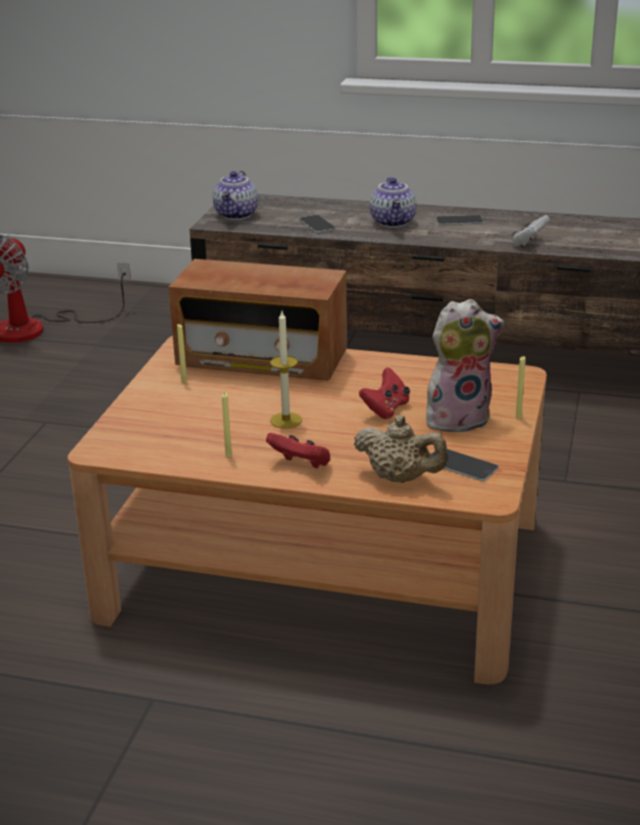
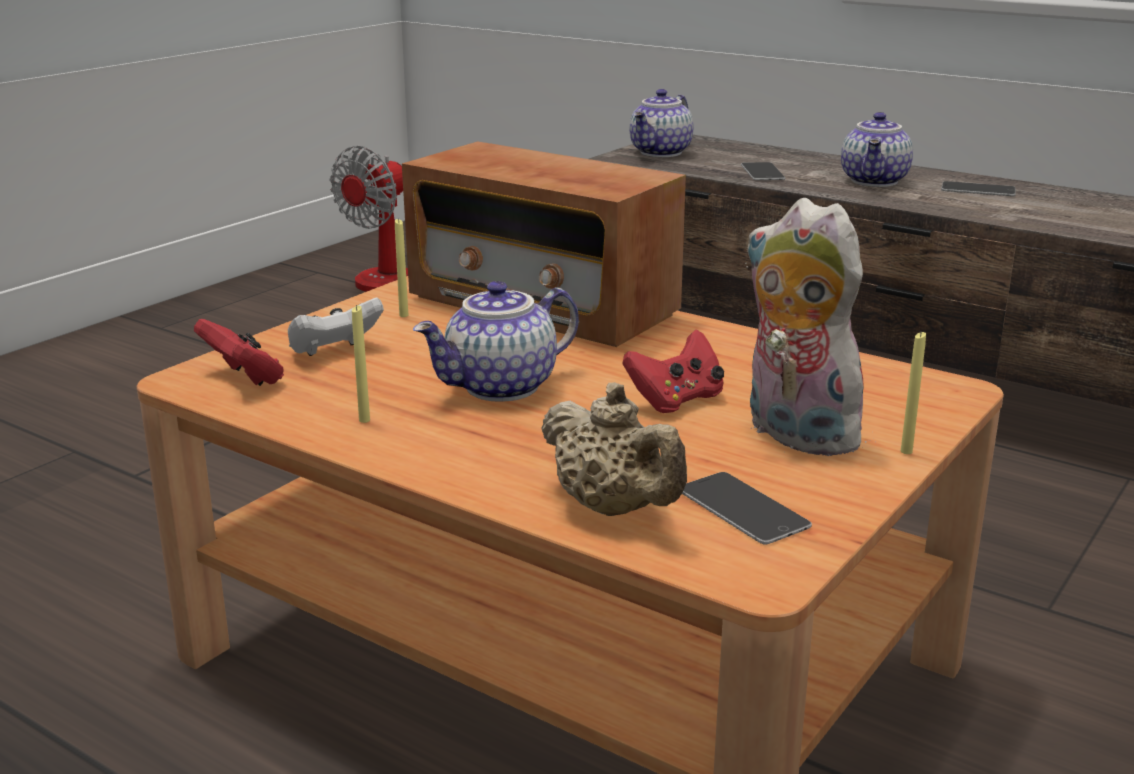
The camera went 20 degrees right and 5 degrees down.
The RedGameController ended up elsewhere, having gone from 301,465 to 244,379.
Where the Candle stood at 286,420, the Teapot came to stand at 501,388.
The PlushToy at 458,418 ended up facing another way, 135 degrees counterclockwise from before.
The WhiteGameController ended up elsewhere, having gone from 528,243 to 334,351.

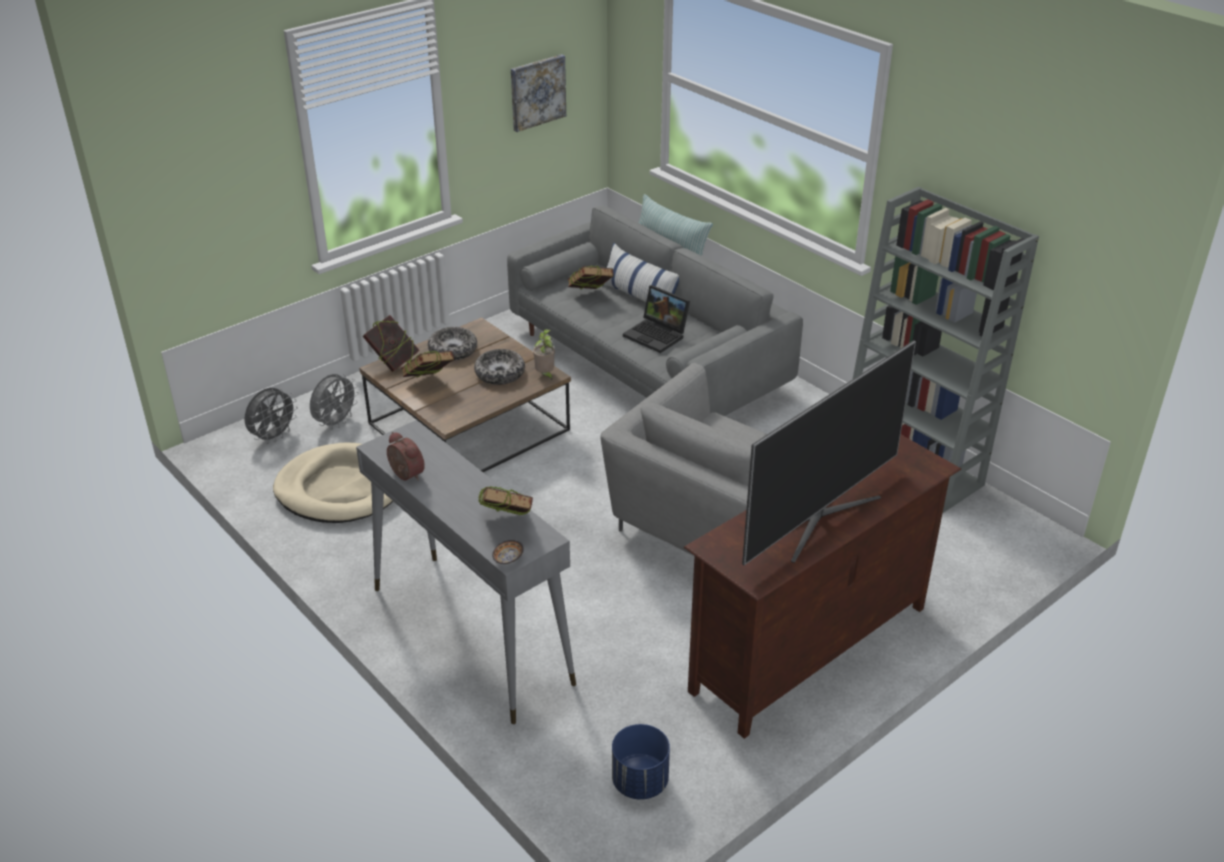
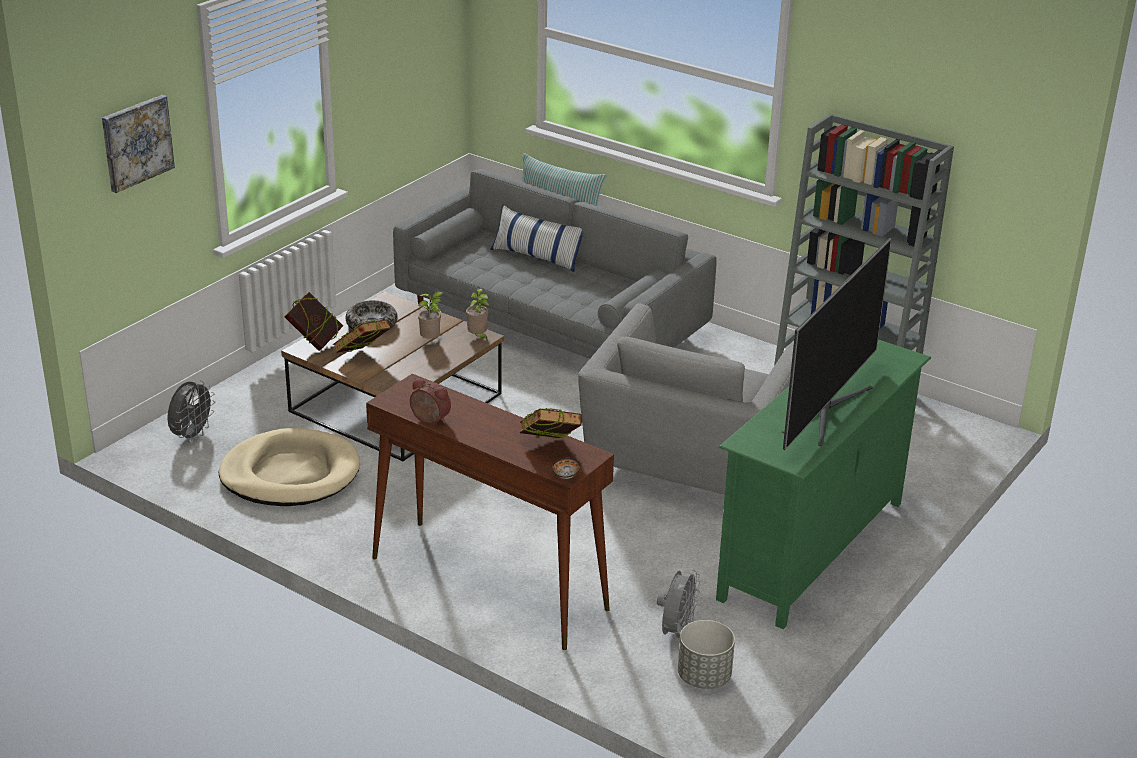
The camera went 15 degrees left and 5 degrees down.
The GreyFan ended up elsewhere, having gone from 336,423 to 676,632.
What was the GreyConsoleTable at 470,634 turned into the BrownConsoleTable at 487,583.
Where the Bowl stood at 500,374, the PottedPlant came to stand at 431,340.
The Picture ended up elsewhere, having gone from 537,92 to 136,142.
The second view lost the Book at 590,296.
What was the BluePlanter at 640,782 turned into the GreyPlanter at 704,677.
The second view lost the Laptop at 657,335.
What was the BrownTvStand at 810,650 turned into the GreenTvStand at 813,551.

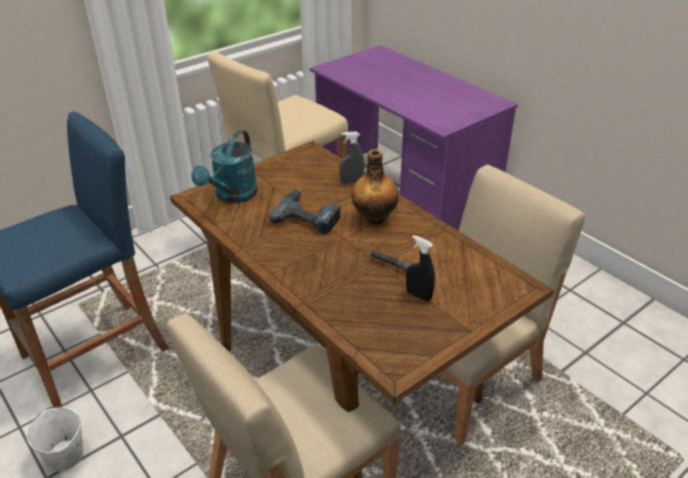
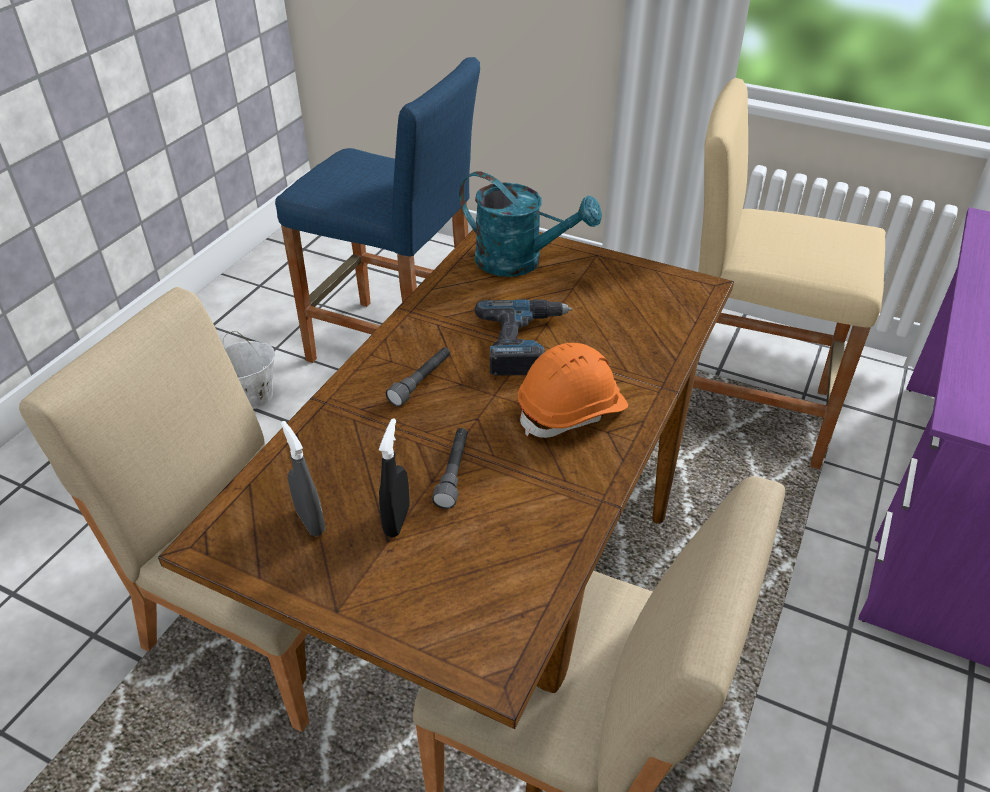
The camera went 65 degrees right and 5 degrees up.
The TurquoiseWateringCan at 232,196 ended up facing another way, 150 degrees counterclockwise from before.
The GreySprayBottle ended up elsewhere, having gone from 351,182 to 310,521.
Where the Bottle stood at 374,217, the OrangeHardHat came to stand at 572,411.
The second view gained the GreyFlashlight at 421,382.

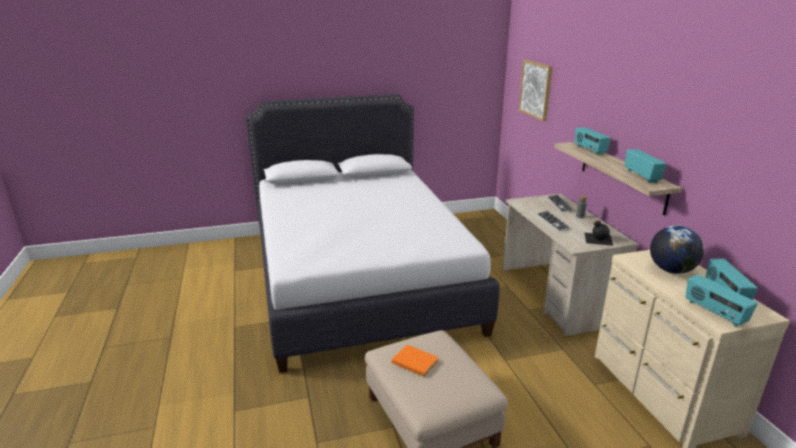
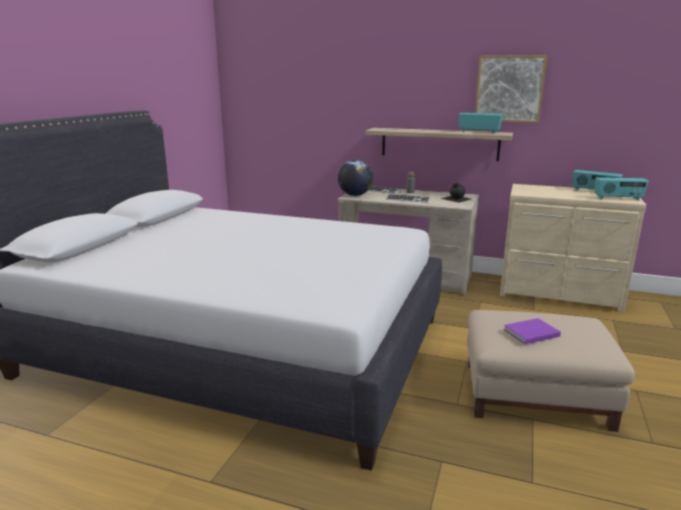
The camera went 55 degrees left and 5 degrees down.
What was the OrangeBook at 414,361 turned into the PurpleBook at 530,333.
The Picture ended up elsewhere, having gone from 536,89 to 509,89.
The second view lost the Radio at 589,150.
The Globe ended up elsewhere, having gone from 671,270 to 355,195.

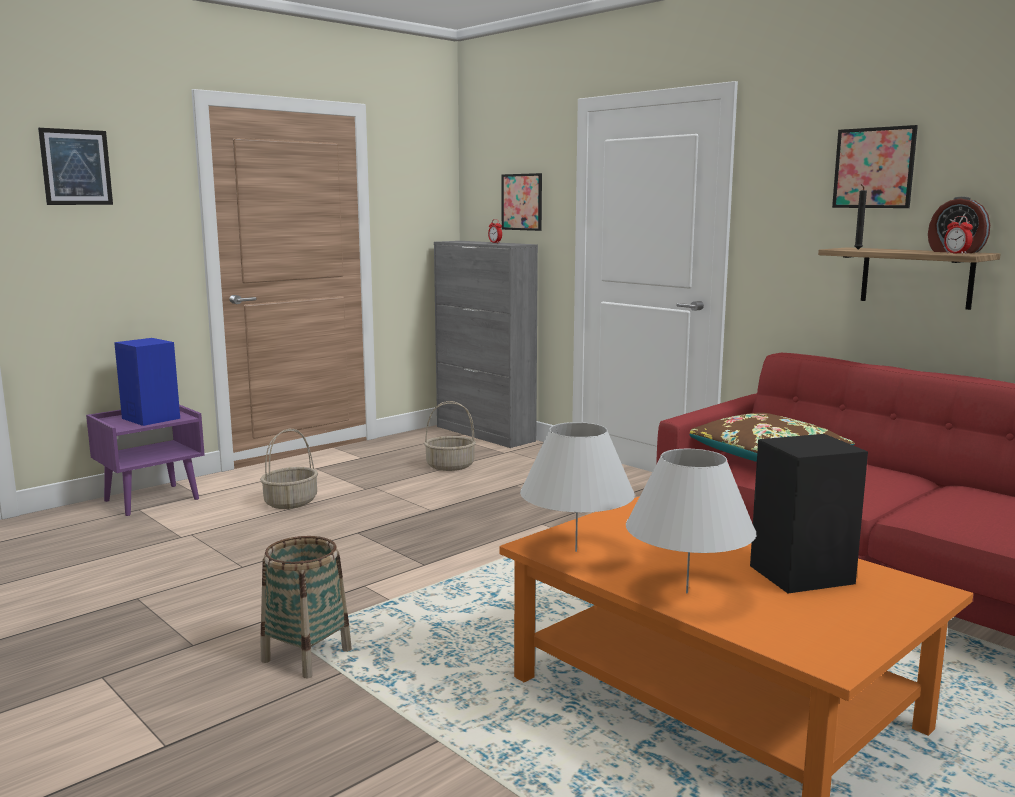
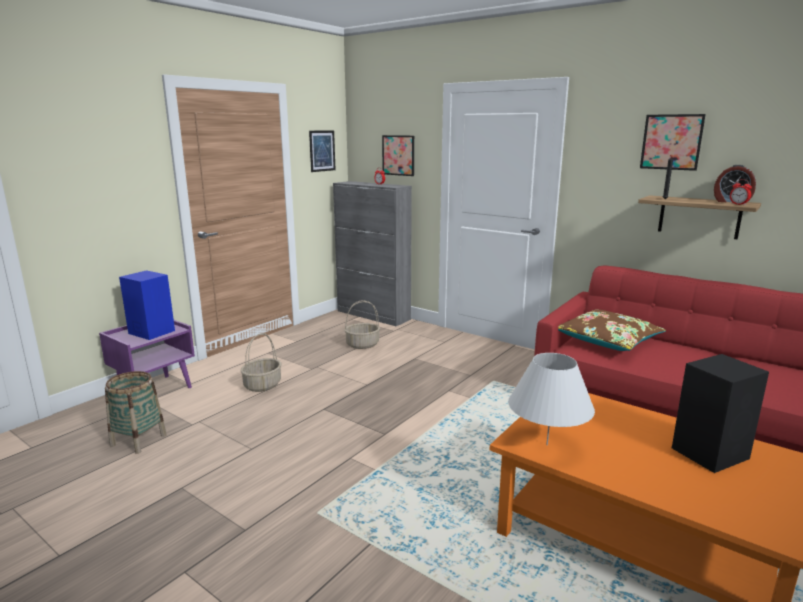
The camera went 10 degrees left and 5 degrees up.
The Picture ended up elsewhere, having gone from 76,167 to 322,151.
The Basket ended up elsewhere, having gone from 306,656 to 138,440.
The second view lost the WhiteTableLamp at 687,593.

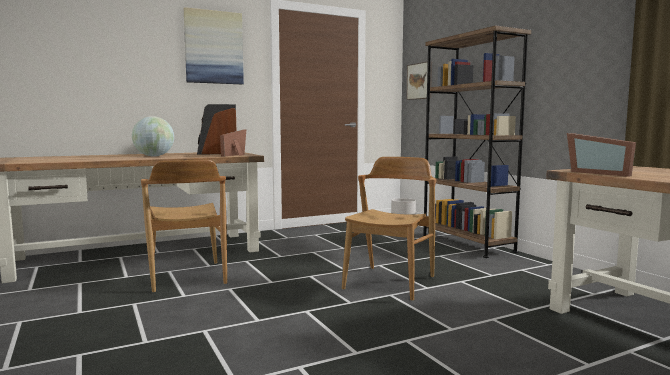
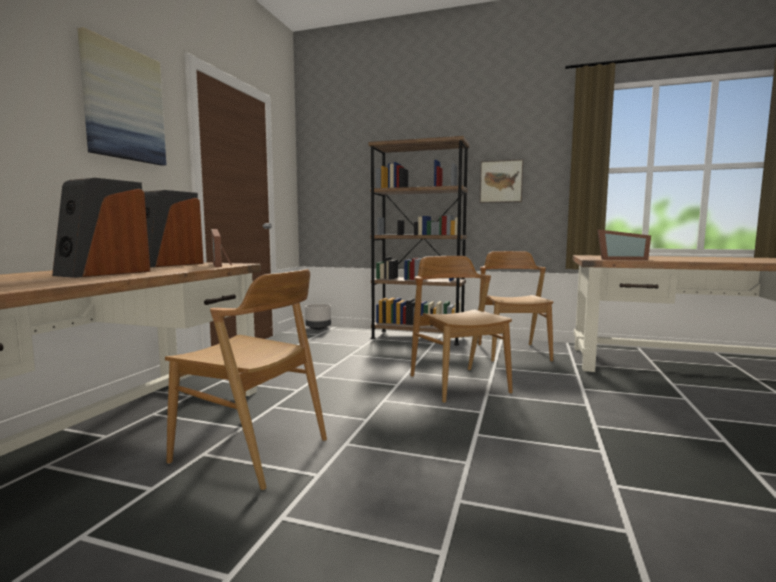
The camera went 45 degrees left and 0 degrees up.
Where the Globe stood at 154,156, the Speaker came to stand at 103,273.
The Picture ended up elsewhere, having gone from 420,81 to 501,181.
The second view gained the BrownChair at 513,352.

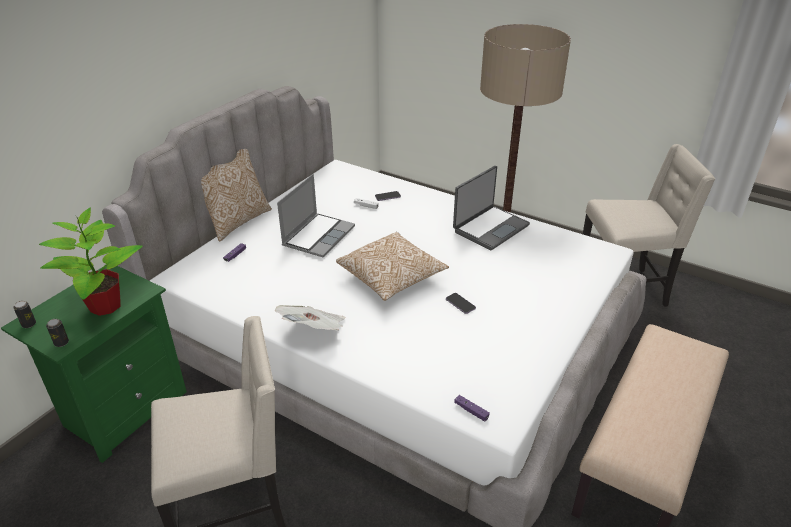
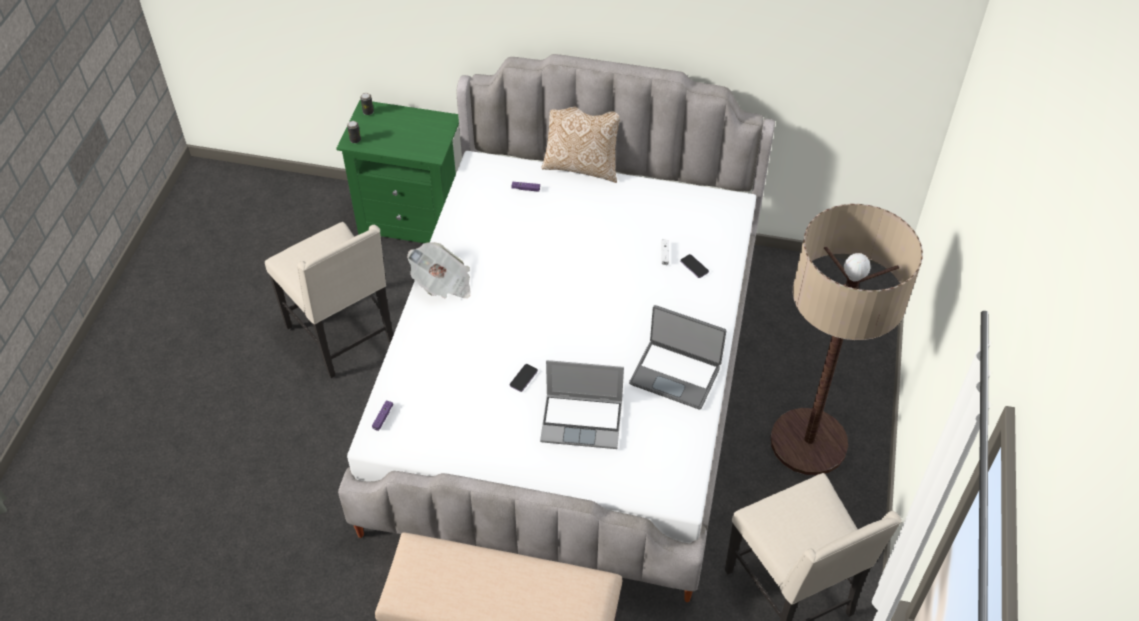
The camera went 70 degrees right and 15 degrees up.
The second view lost the PottedPlant at 104,306.
The Laptop ended up elsewhere, having gone from 318,236 to 583,421.
The second view lost the Pillow at 391,277.

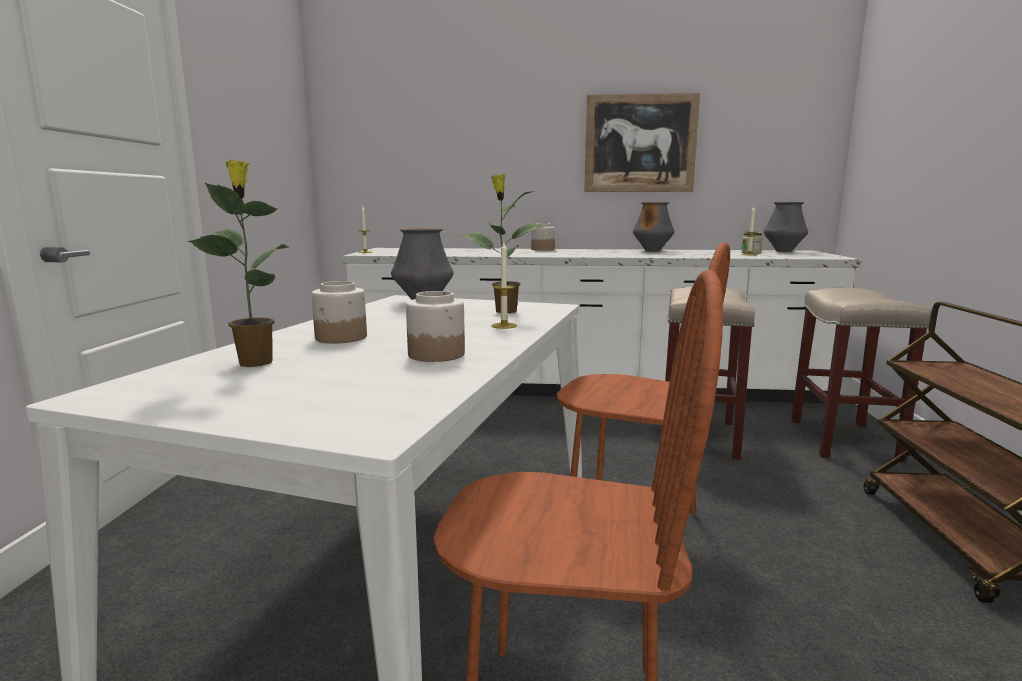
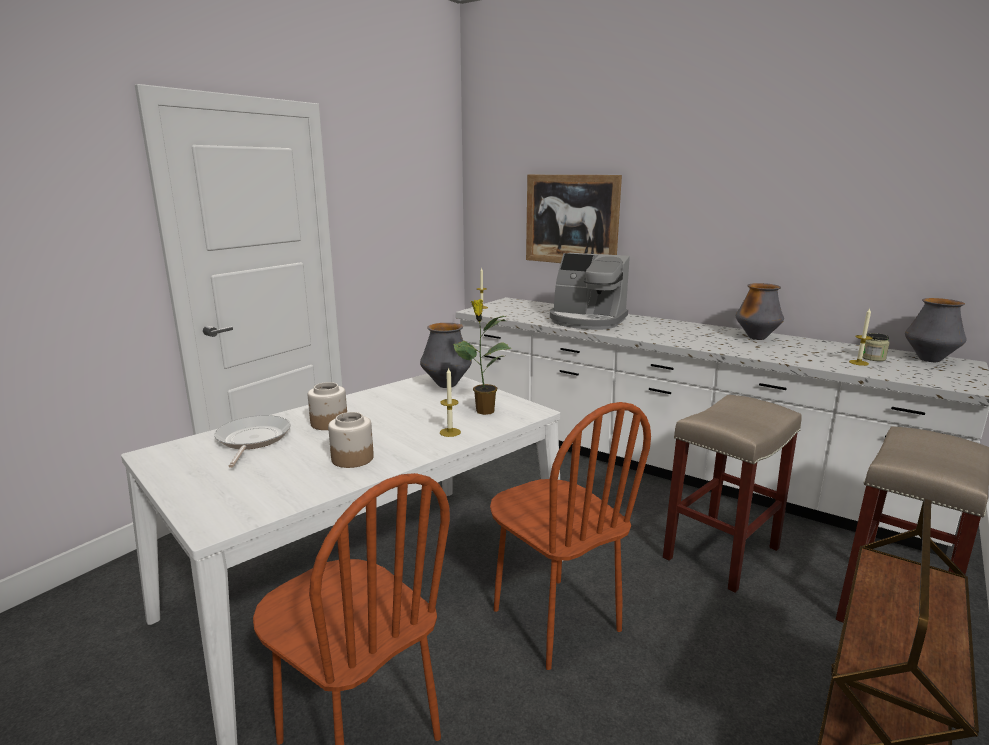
The camera went 30 degrees right and 5 degrees up.
Where the PottedPlant stood at 256,362, the FryingPan came to stand at 252,440.
The second view lost the Jar at 542,249.
The Picture ended up elsewhere, having gone from 640,144 to 571,220.
The second view gained the CoffeeMachine at 587,321.

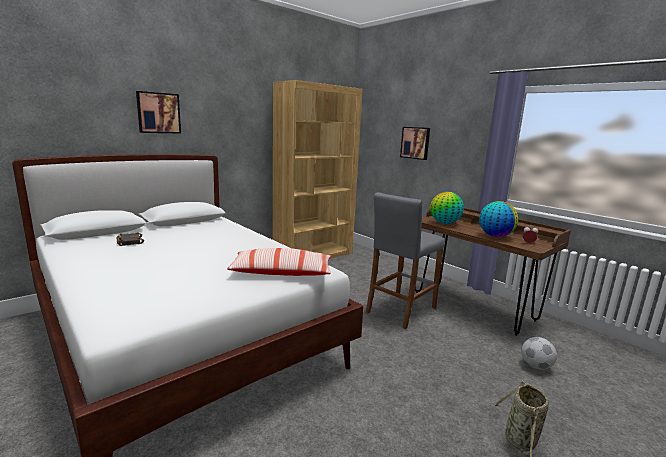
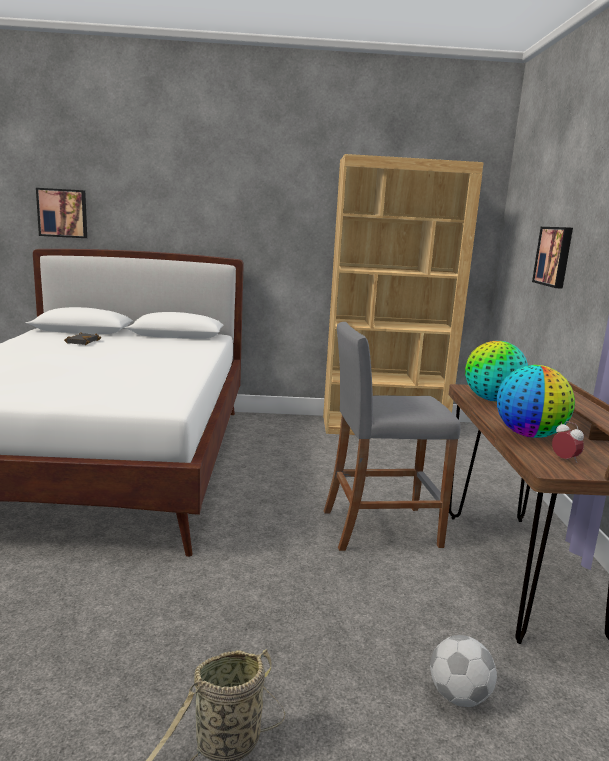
The camera went 40 degrees right and 0 degrees up.
The Picture ended up elsewhere, having gone from 158,113 to 63,213.
The second view lost the Pillow at 281,273.

